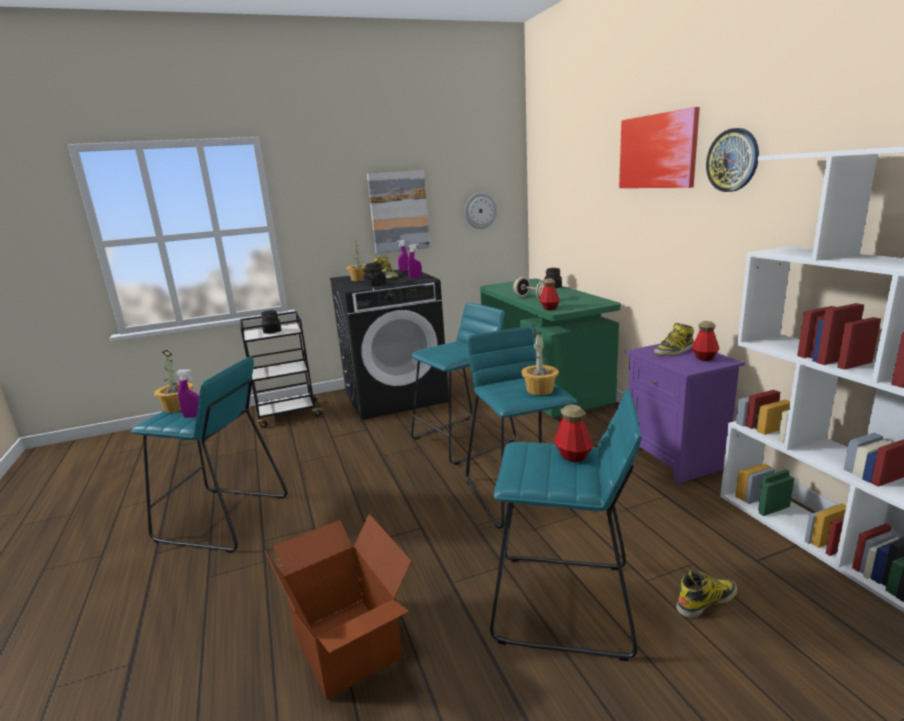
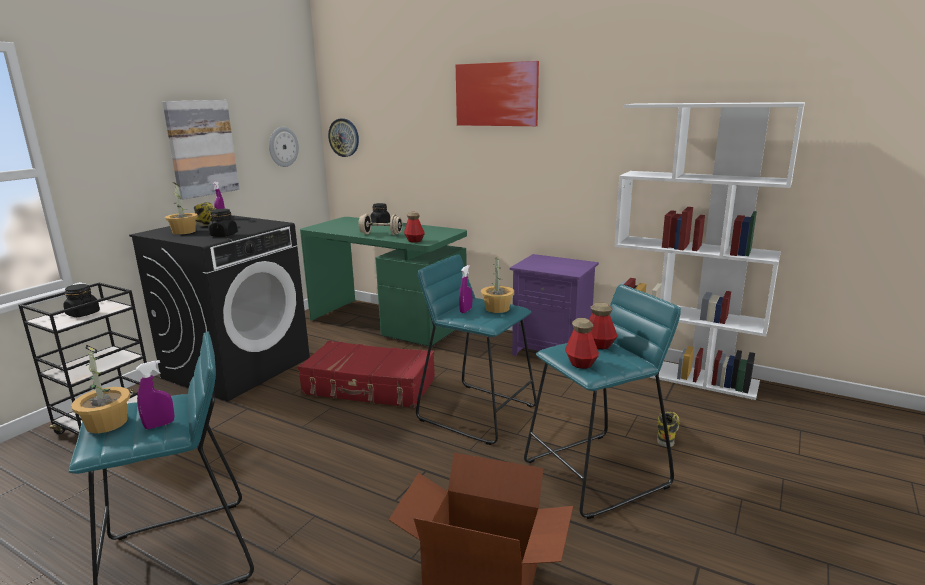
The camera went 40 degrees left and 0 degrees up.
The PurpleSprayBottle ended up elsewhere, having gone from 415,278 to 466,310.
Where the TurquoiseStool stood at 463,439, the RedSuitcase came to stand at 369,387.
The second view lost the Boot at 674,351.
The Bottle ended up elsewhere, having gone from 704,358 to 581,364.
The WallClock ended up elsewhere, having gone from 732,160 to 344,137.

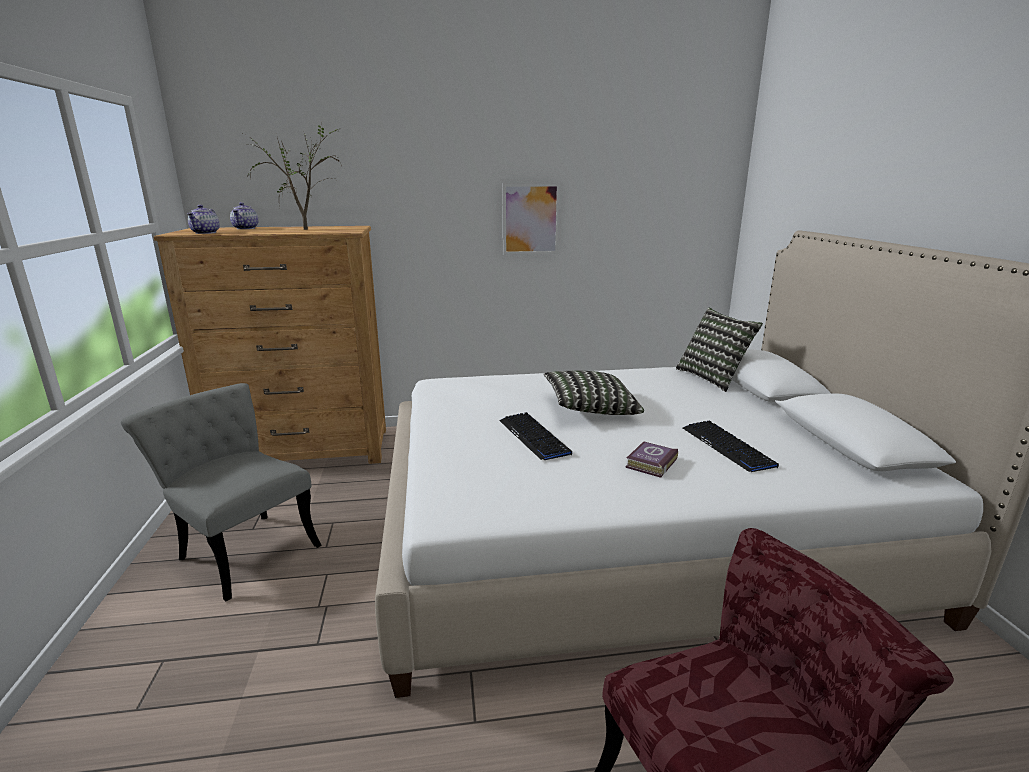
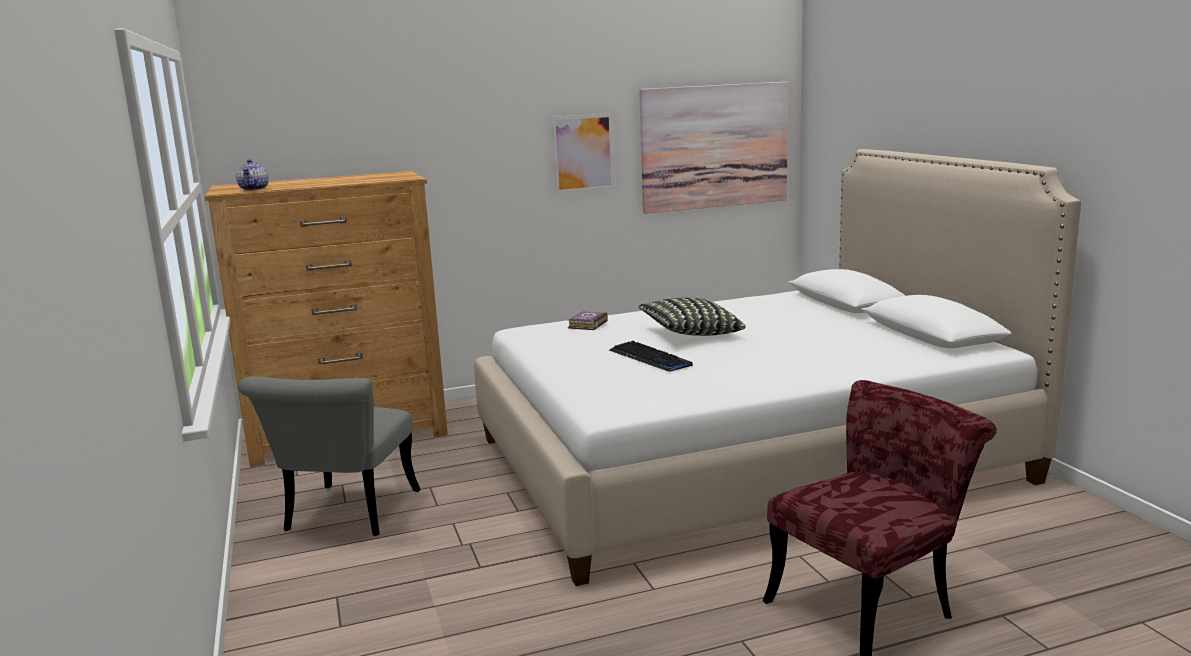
The camera went 10 degrees left and 5 degrees down.
The GreyChair at 241,548 ended up facing another way, 105 degrees counterclockwise from before.
The second view lost the Teapot at 246,228.
The second view lost the PottedPlant at 307,229.
The Book ended up elsewhere, having gone from 650,463 to 586,325.
The second view lost the Pillow at 713,377.
The second view lost the Keyboard at 727,447.
The second view gained the Picture at 714,146.

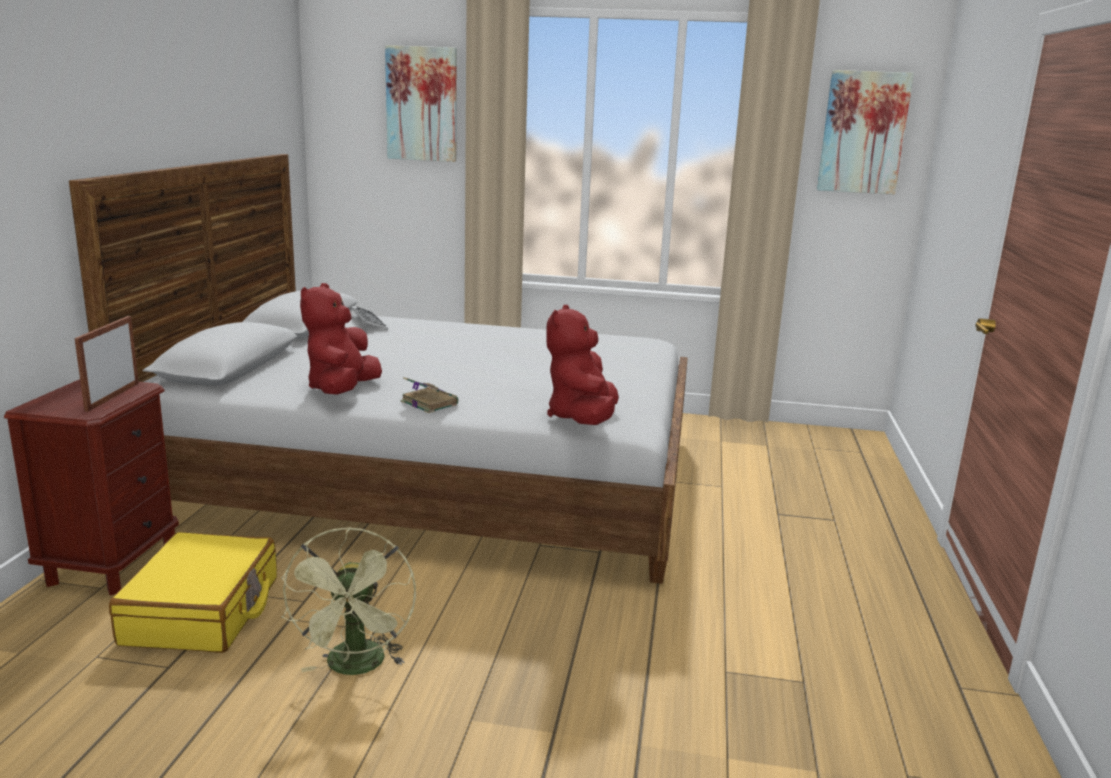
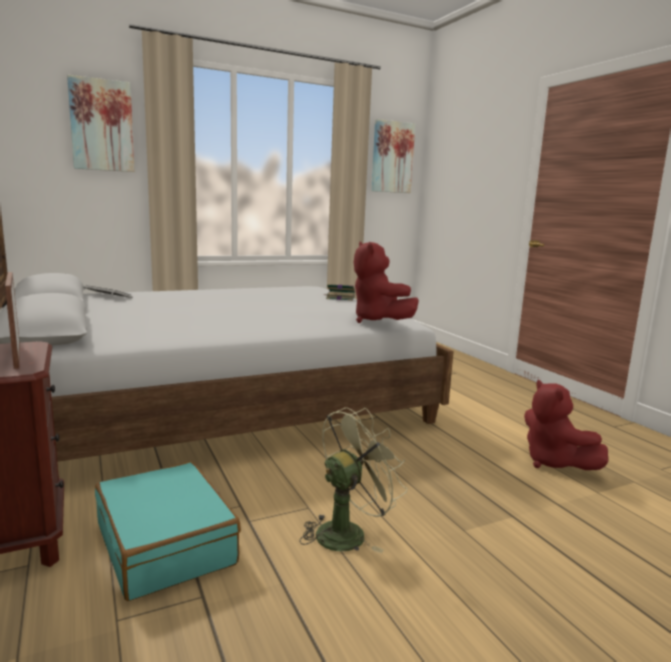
The camera went 35 degrees left and 5 degrees down.
What was the YellowSuitcase at 203,611 turned into the TurquoiseSuitcase at 166,544.
The GreenFan at 356,667 ended up facing another way, 90 degrees counterclockwise from before.
The RedPlushToy ended up elsewhere, having gone from 342,390 to 553,463.
The Book ended up elsewhere, having gone from 428,402 to 339,298.

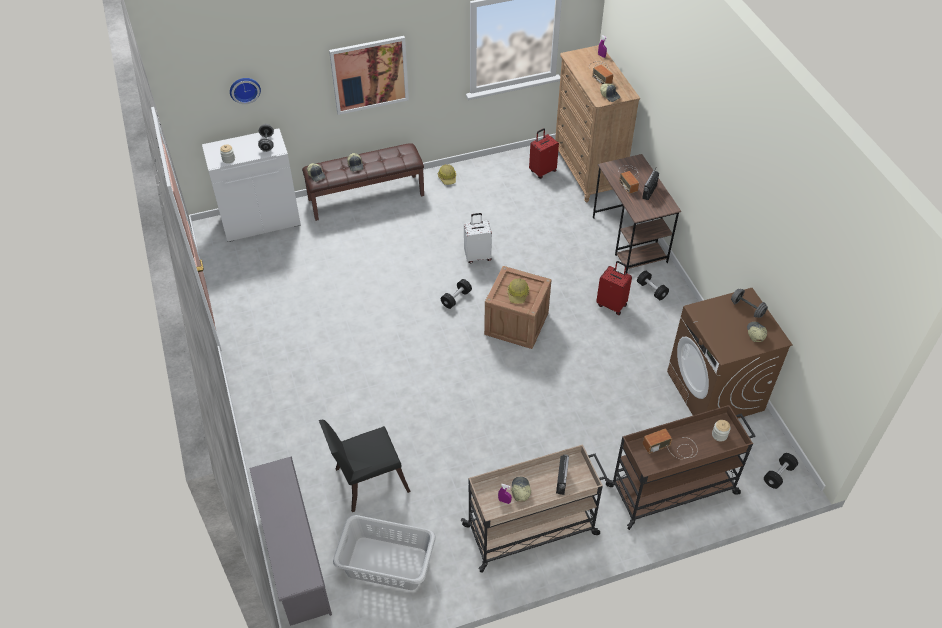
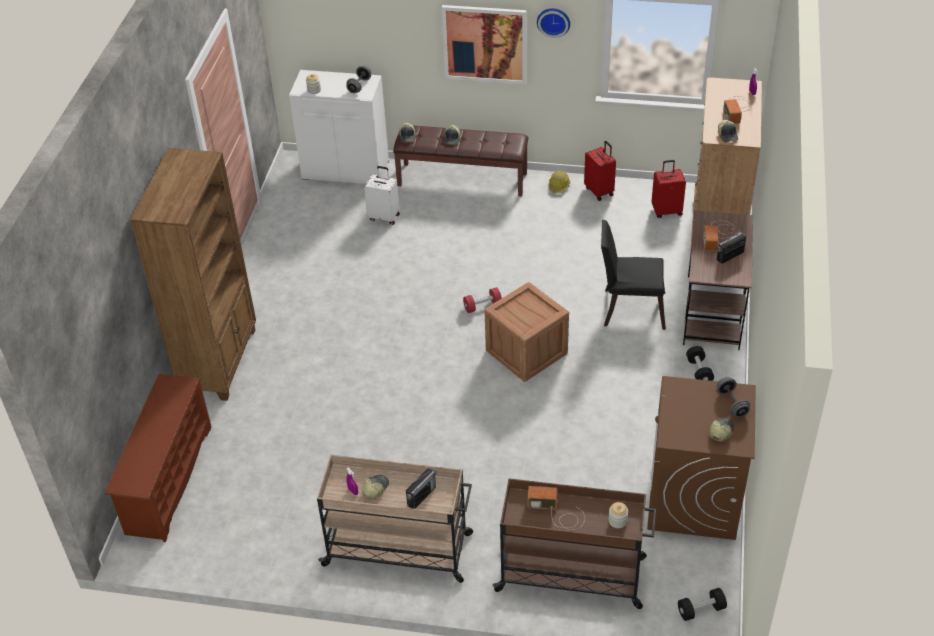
The camera went 30 degrees right and 5 degrees down.
The WallClock ended up elsewhere, having gone from 244,89 to 553,21.
What was the GreyShoeRack at 294,557 turned into the BrownShoeRack at 168,479.
The BlackChair ended up elsewhere, having gone from 367,481 to 629,308.
The second view lost the GreyLaundryBasket at 386,563.
What was the BlackDumbbell at 456,298 turned into the RedDumbbell at 482,306.
The WhiteSuitcase ended up elsewhere, having gone from 477,256 to 384,217.
The second view lost the HardHat at 518,294.
The RedSuitcase ended up elsewhere, having gone from 612,304 to 599,191.
The second view gained the BrownBookcase at 220,361.

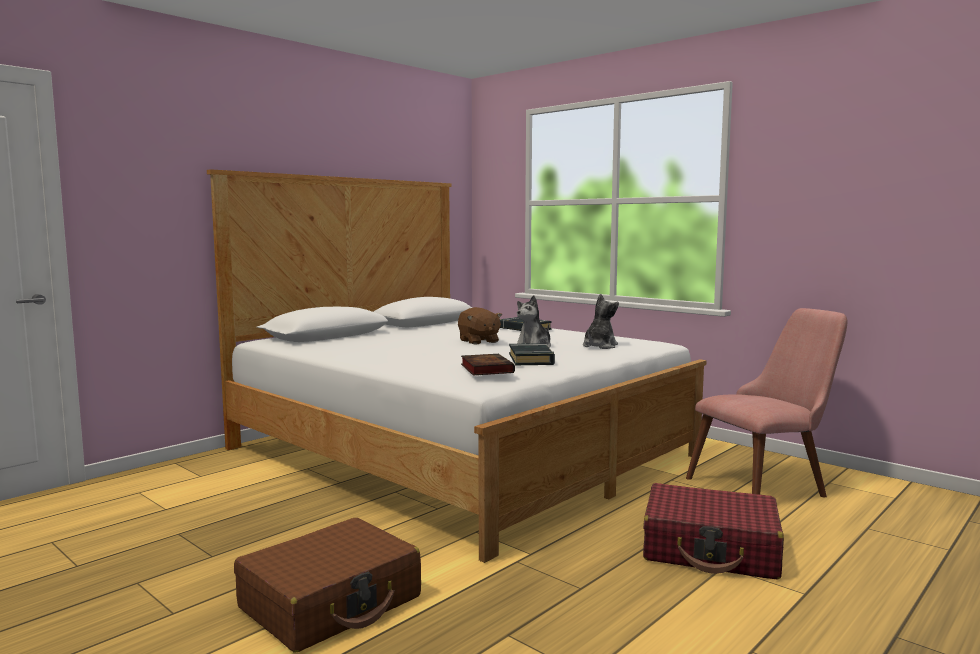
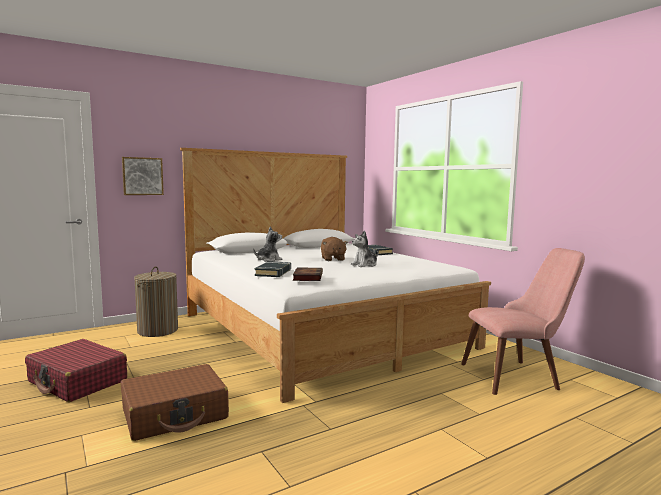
The camera went 15 degrees right and 0 degrees up.
The BlackBook ended up elsewhere, having gone from 531,359 to 273,272.
The PlushToy ended up elsewhere, having gone from 599,346 to 268,260.
The RedSuitcase ended up elsewhere, having gone from 711,549 to 78,381.
The second view gained the Picture at 142,176.
The second view gained the LaundryBasket at 158,330.

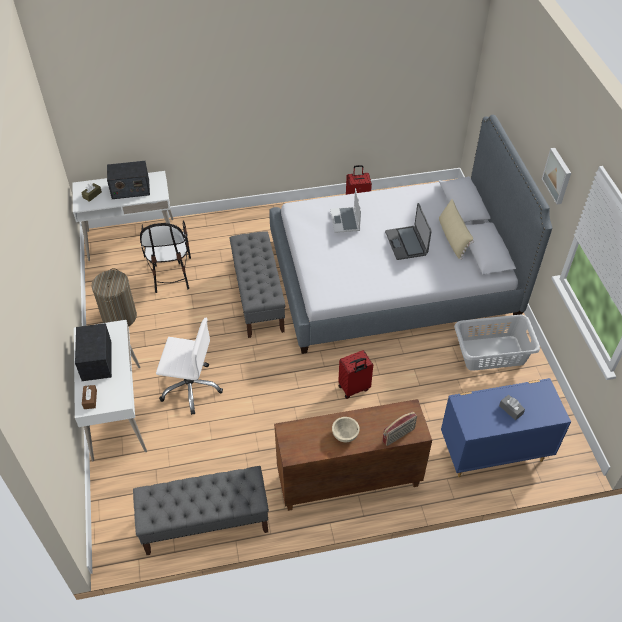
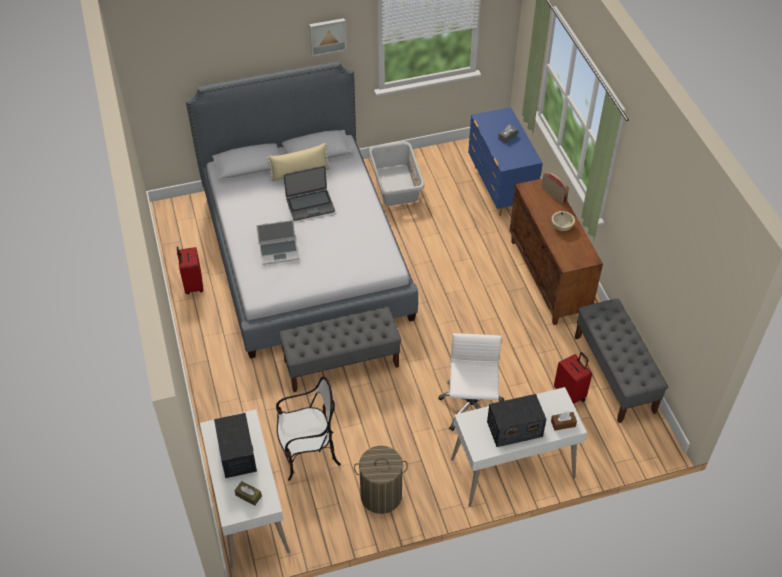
The camera went 95 degrees left and 0 degrees up.
The RedSuitcase ended up elsewhere, having gone from 354,388 to 570,394.

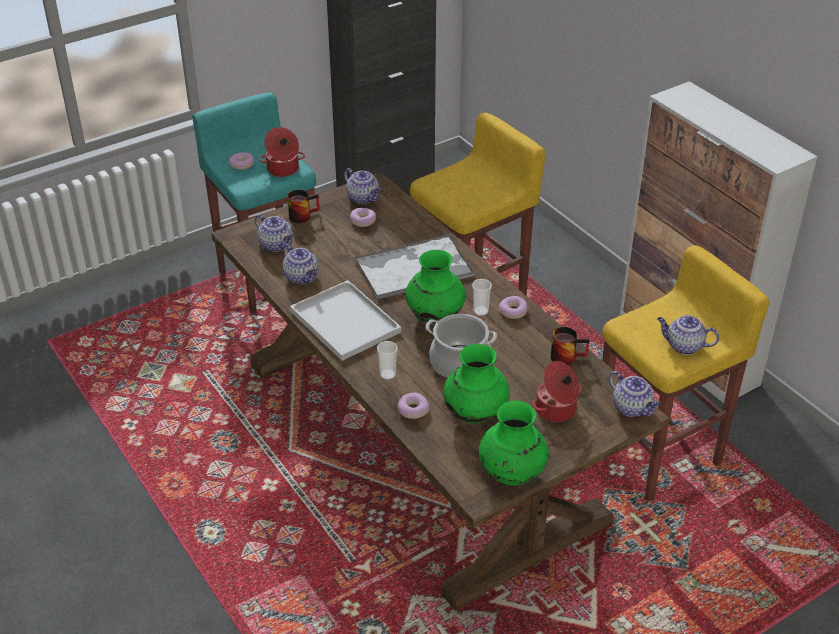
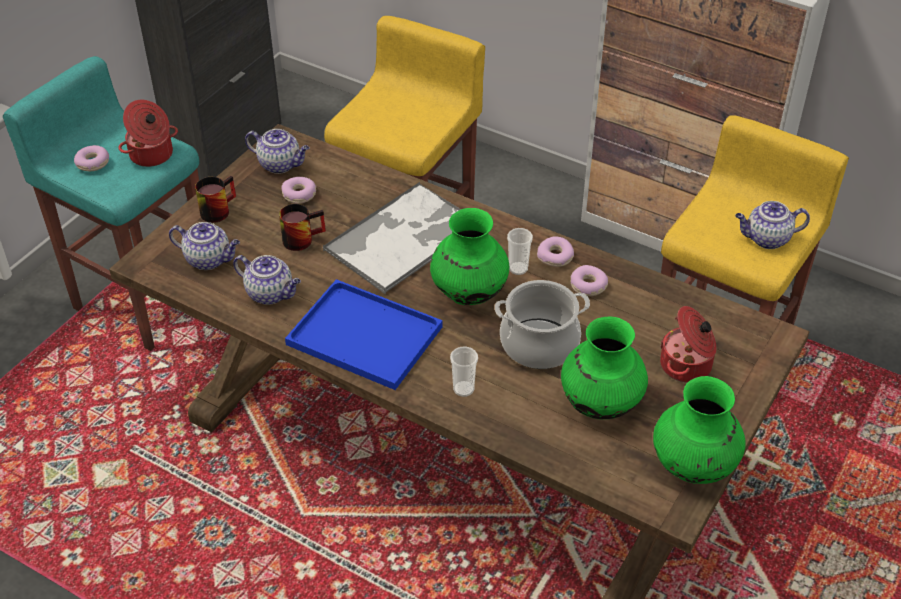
The camera went 25 degrees left and 5 degrees up.
What was the WhiteTray at 343,321 turned into the BlueTray at 361,336.
The Donut ended up elsewhere, having gone from 412,410 to 588,286.
The Mug ended up elsewhere, having gone from 567,356 to 301,237.
The second view lost the Teapot at 632,408.

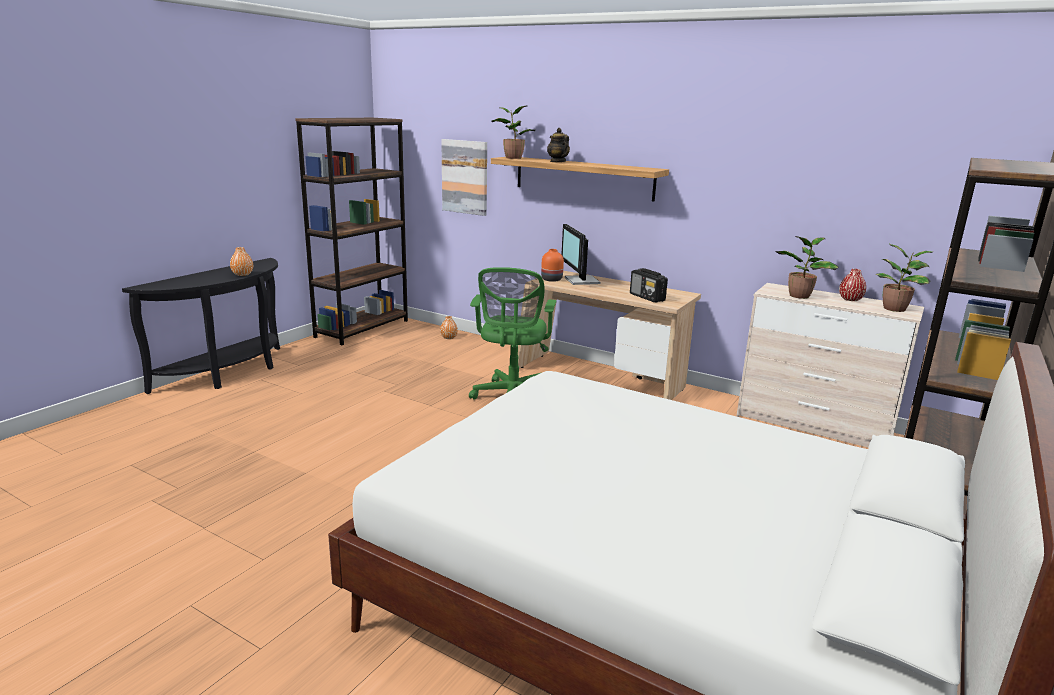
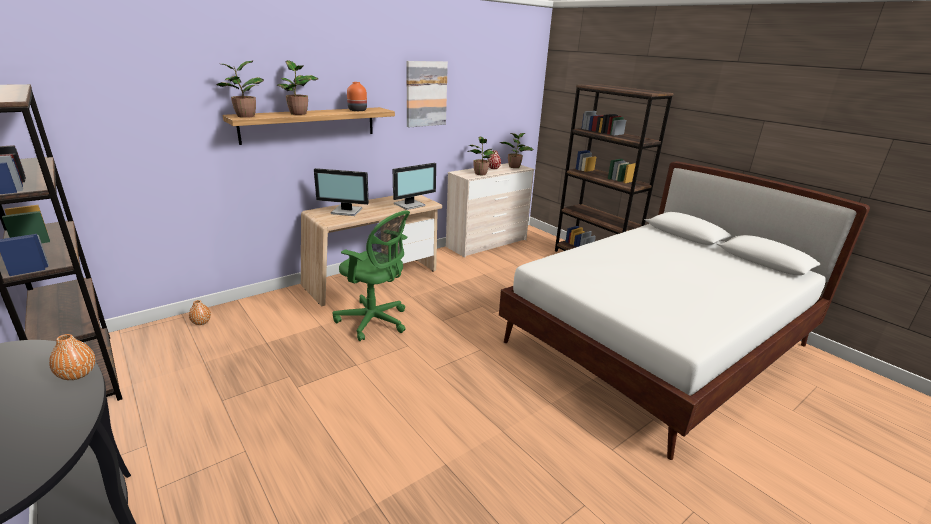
The camera went 70 degrees left and 5 degrees up.
The Picture ended up elsewhere, having gone from 465,177 to 426,94.
The OrangeVase ended up elsewhere, having gone from 552,279 to 357,110.
Where the Teapot stood at 557,162, the PottedPlant came to stand at 299,114.
Where the Radio stood at 647,297, the Monitor came to stand at 410,205.

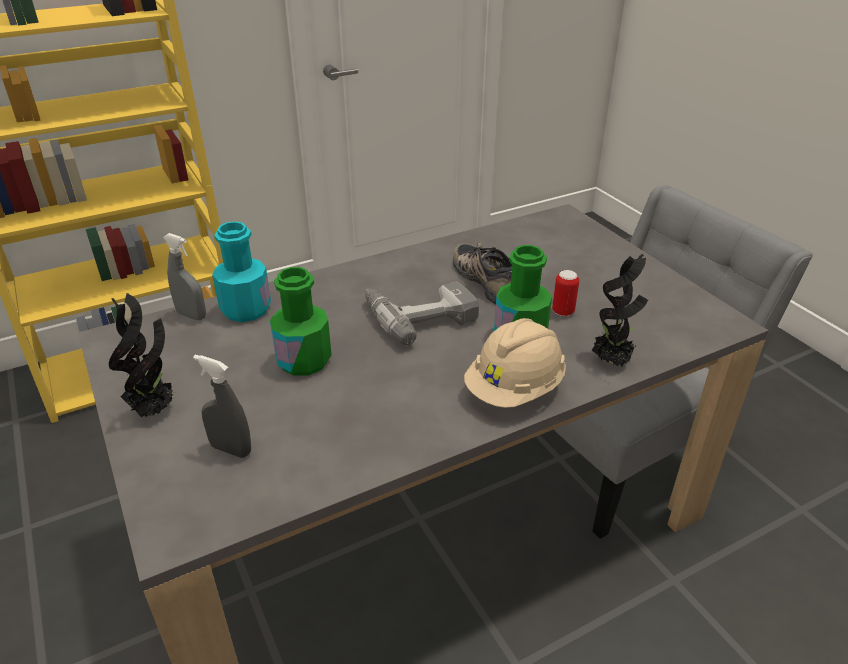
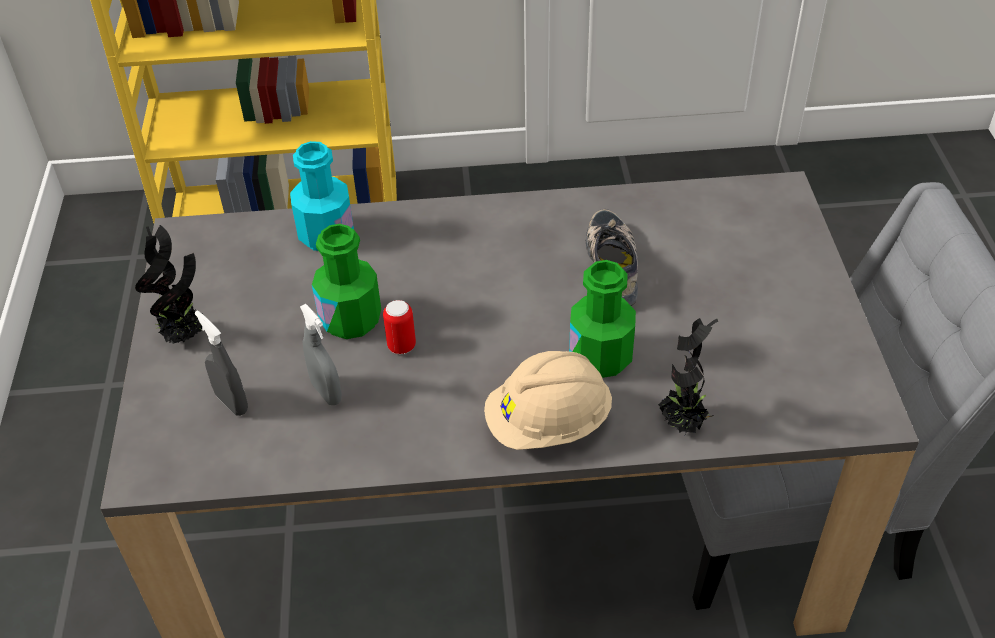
The camera went 25 degrees right and 10 degrees up.
The GreySprayBottle ended up elsewhere, having gone from 191,315 to 326,392.
The second view lost the PowerDrill at 419,314.
The Can ended up elsewhere, having gone from 563,312 to 401,346.

